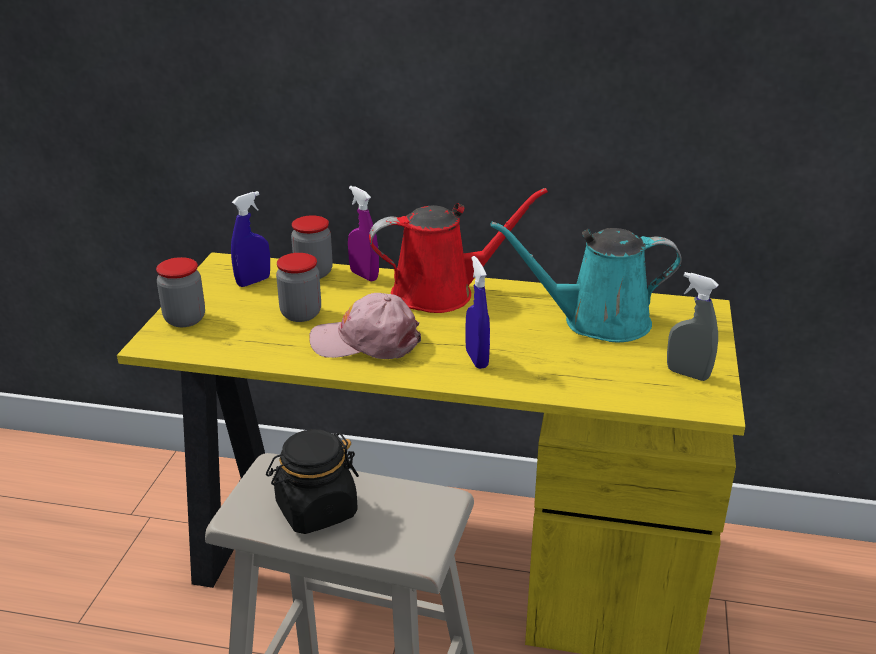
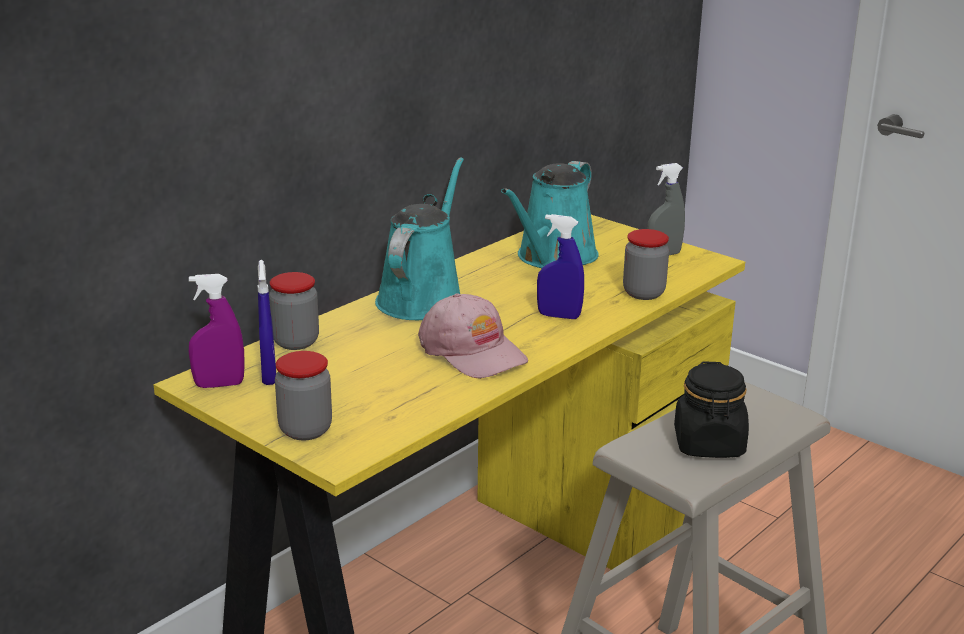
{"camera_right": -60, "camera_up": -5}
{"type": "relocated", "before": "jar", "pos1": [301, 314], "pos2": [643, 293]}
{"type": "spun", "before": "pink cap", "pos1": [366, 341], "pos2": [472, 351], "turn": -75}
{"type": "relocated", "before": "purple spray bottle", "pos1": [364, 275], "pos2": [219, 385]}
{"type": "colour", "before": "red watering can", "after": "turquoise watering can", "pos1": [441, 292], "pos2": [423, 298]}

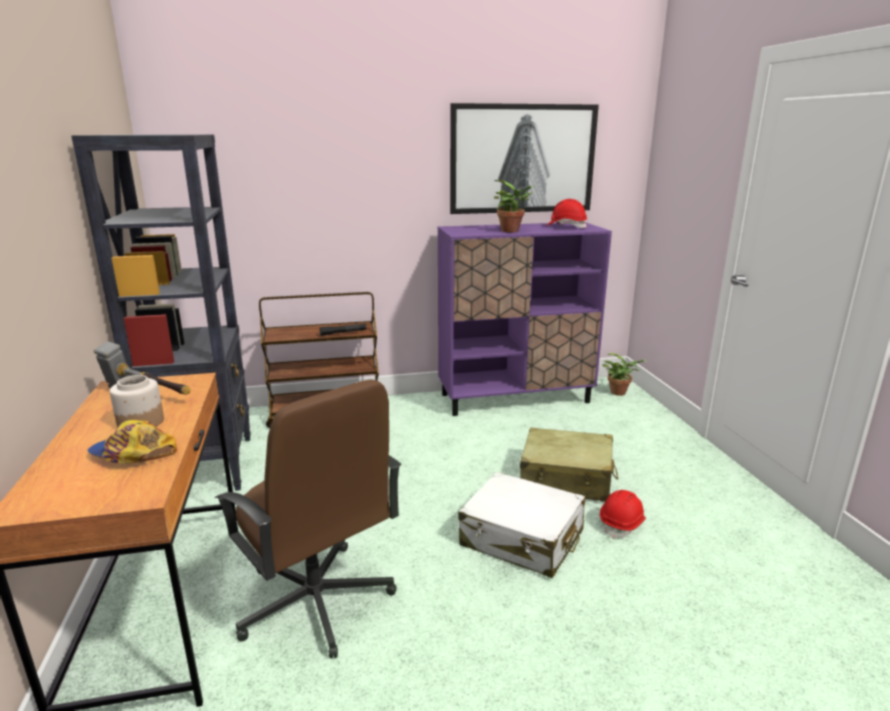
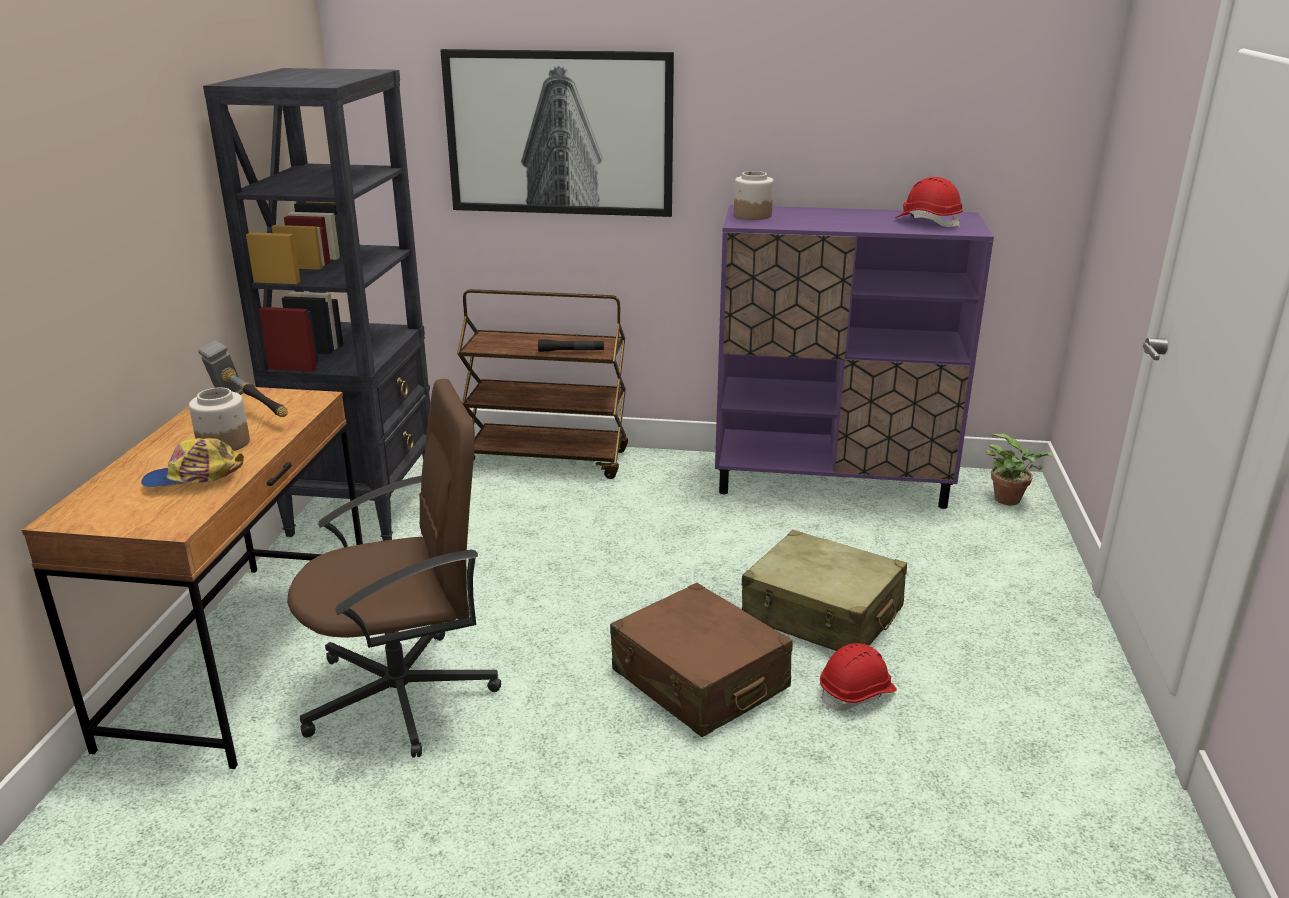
{"camera_right": 20, "camera_up": 5}
{"type": "spun", "before": "cap", "pos1": [132, 453], "pos2": [193, 478], "turn": -60}
{"type": "spun", "before": "brown office chair", "pos1": [316, 601], "pos2": [403, 694], "turn": -90}
{"type": "relocated", "before": "picture", "pos1": [523, 159], "pos2": [559, 133]}
{"type": "colour", "before": "white suitcase", "after": "brown suitcase", "pos1": [521, 538], "pos2": [699, 680]}
{"type": "missing", "before": "potted plant", "pos1": [512, 231]}
{"type": "appeared", "after": "jar", "pos2": [752, 215]}

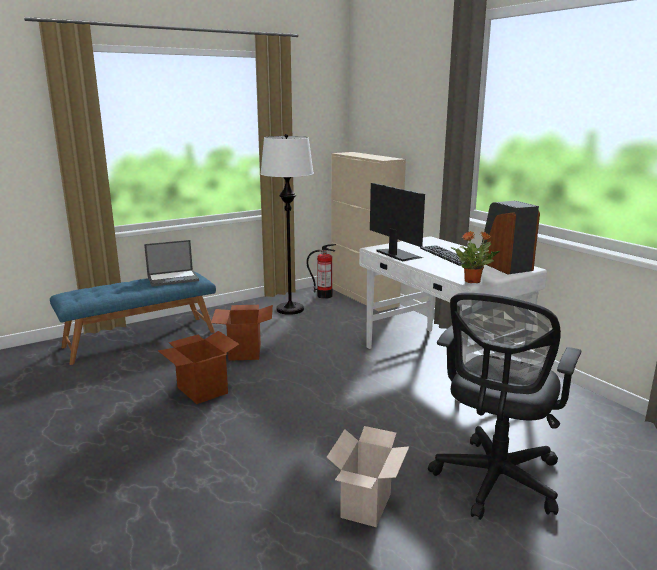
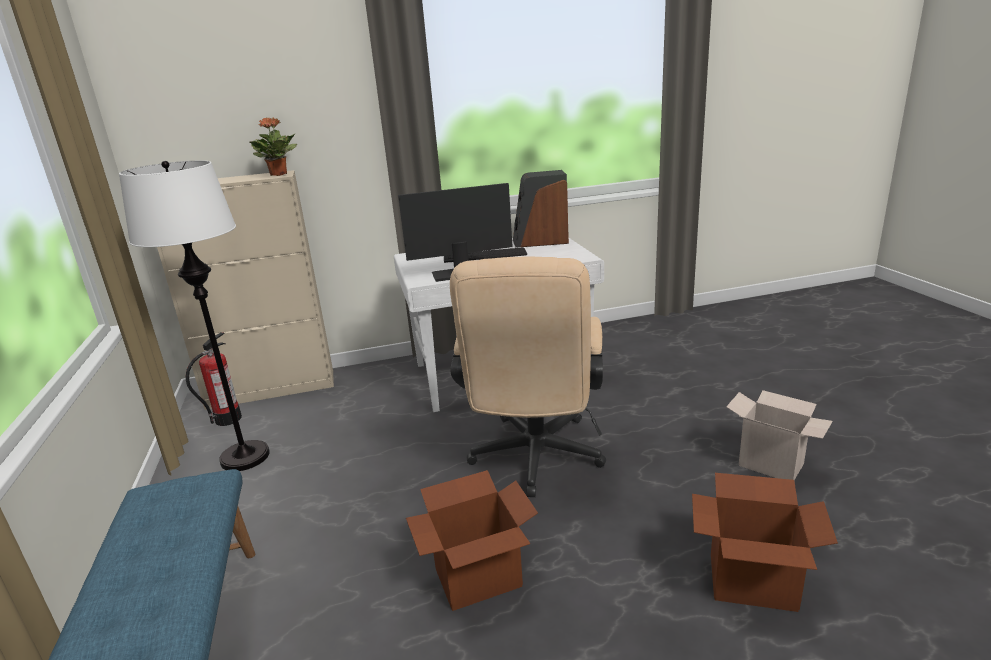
{"camera_right": -70, "camera_up": 5}
{"type": "missing", "before": "laptop", "pos1": [173, 278]}
{"type": "relocated", "before": "cardboard box", "pos1": [245, 351], "pos2": [751, 582]}
{"type": "missing", "before": "black office chair", "pos1": [494, 482]}
{"type": "relocated", "before": "potted plant", "pos1": [473, 281], "pos2": [279, 174]}
{"type": "appeared", "after": "beige office chair", "pos2": [535, 460]}

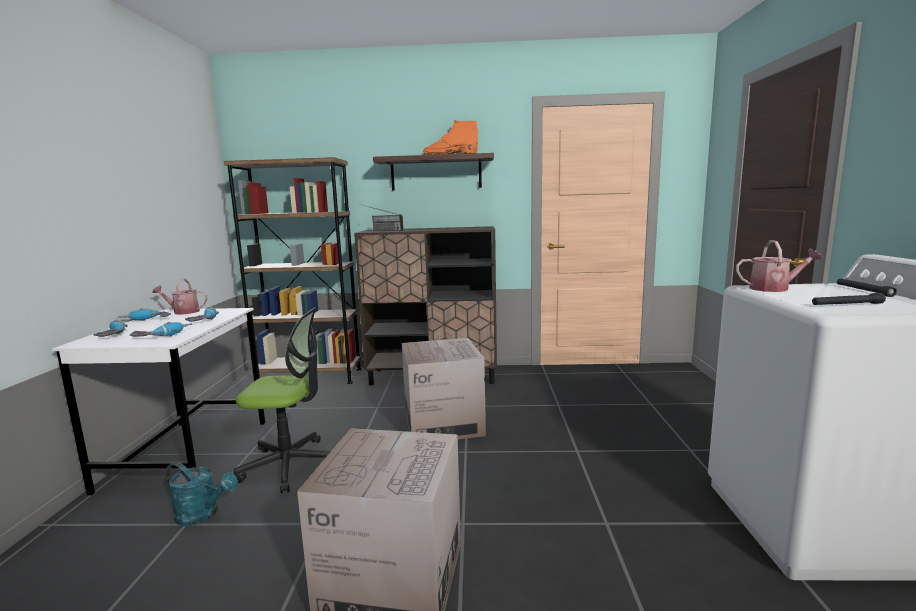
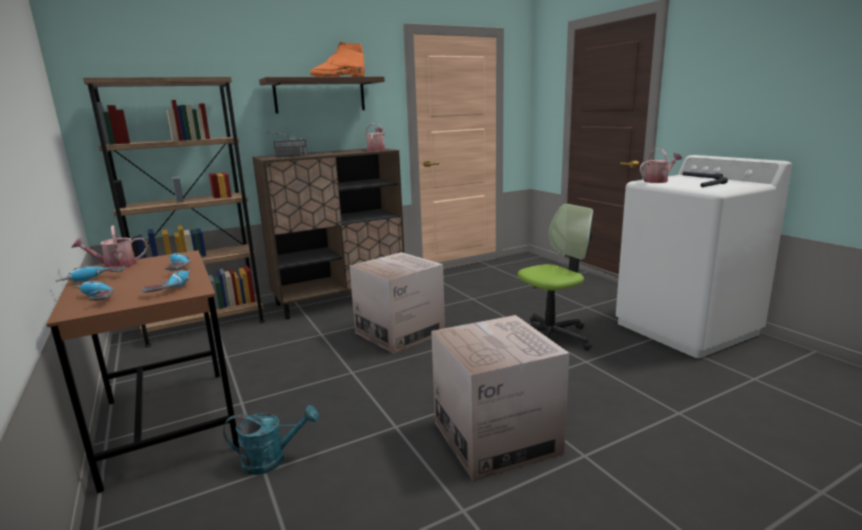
{"camera_right": -30, "camera_up": 5}
{"type": "colour", "before": "white desk", "after": "brown desk", "pos1": [188, 454], "pos2": [168, 424]}
{"type": "relocated", "before": "office chair", "pos1": [290, 465], "pos2": [551, 337]}
{"type": "appeared", "after": "watering can", "pos2": [376, 150]}

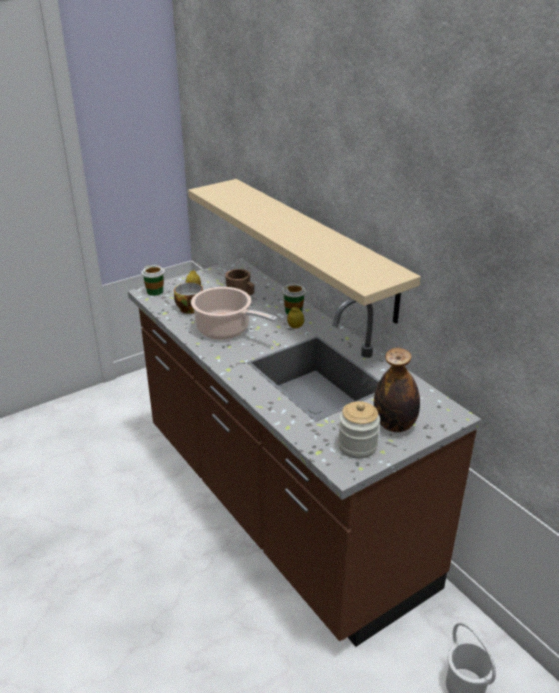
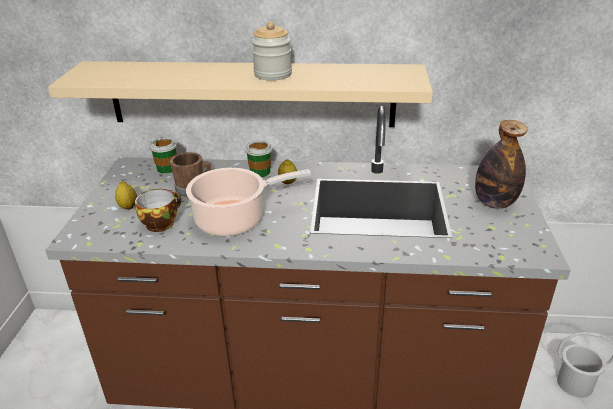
{"camera_right": -50, "camera_up": 0}
{"type": "relocated", "before": "cup", "pos1": [155, 291], "pos2": [167, 168]}
{"type": "relocated", "before": "jar", "pos1": [357, 446], "pos2": [273, 74]}

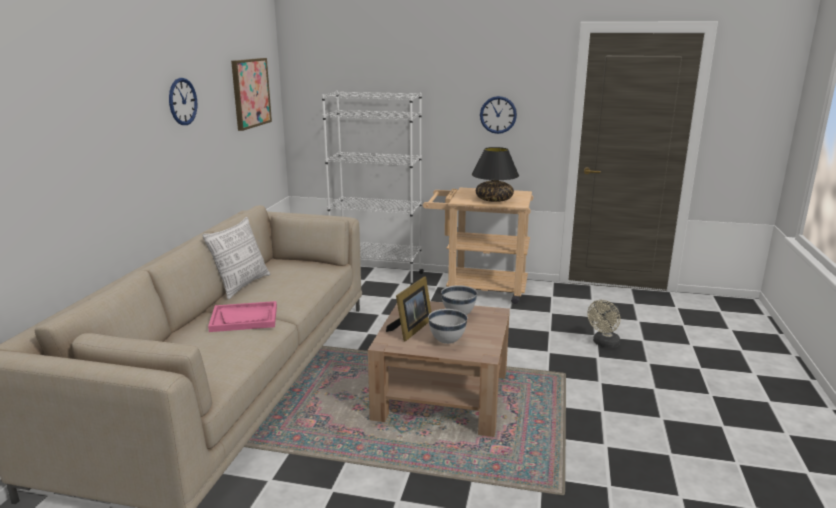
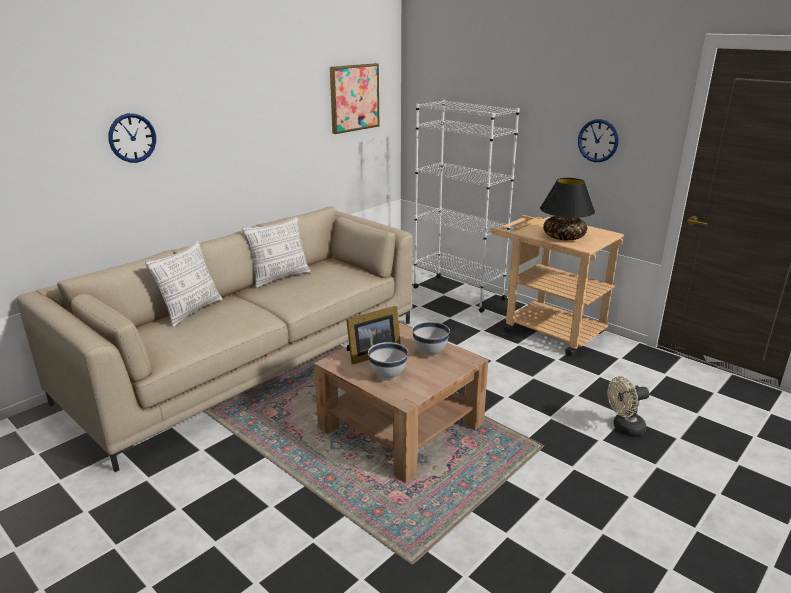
{"camera_right": 30, "camera_up": 5}
{"type": "relocated", "before": "wall clock", "pos1": [182, 101], "pos2": [132, 138]}
{"type": "missing", "before": "pink tray", "pos1": [244, 318]}
{"type": "appeared", "after": "pillow", "pos2": [191, 311]}

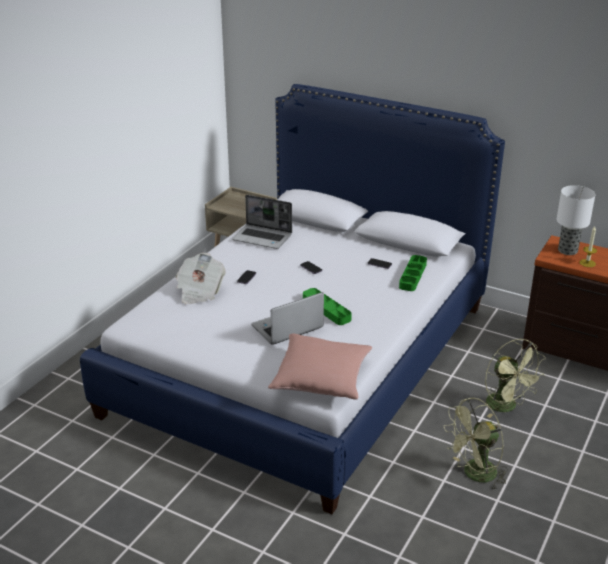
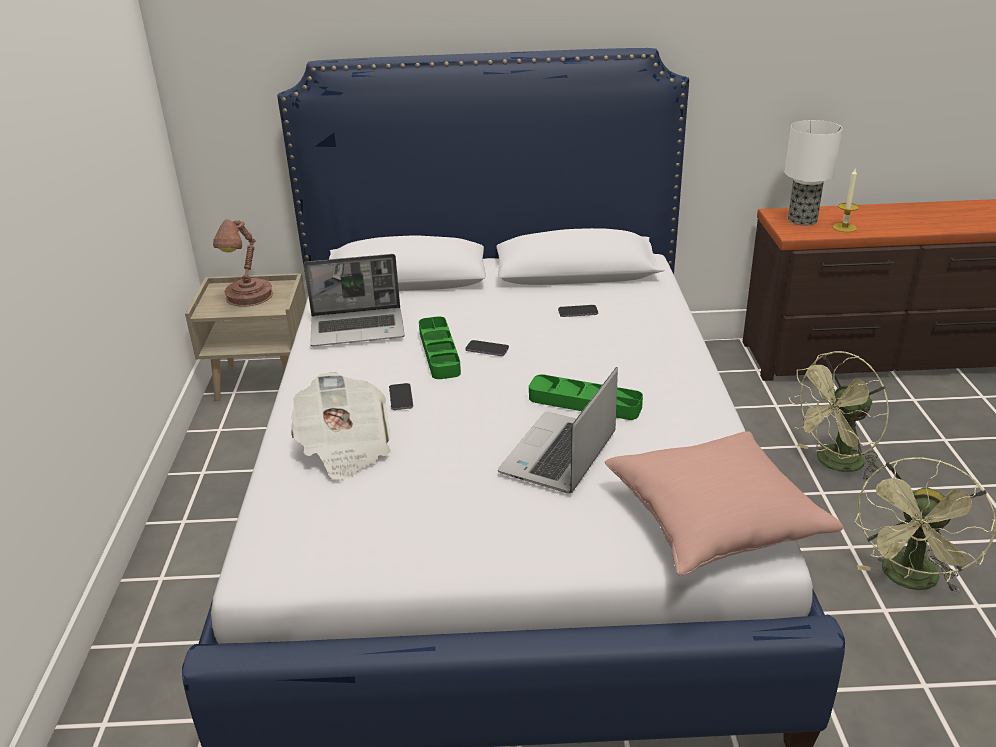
{"camera_right": -30, "camera_up": 0}
{"type": "relocated", "before": "green tray", "pos1": [413, 276], "pos2": [439, 352]}
{"type": "spun", "before": "green fan", "pos1": [506, 407], "pos2": [834, 464], "turn": 120}
{"type": "appeared", "after": "brown table lamp", "pos2": [248, 298]}

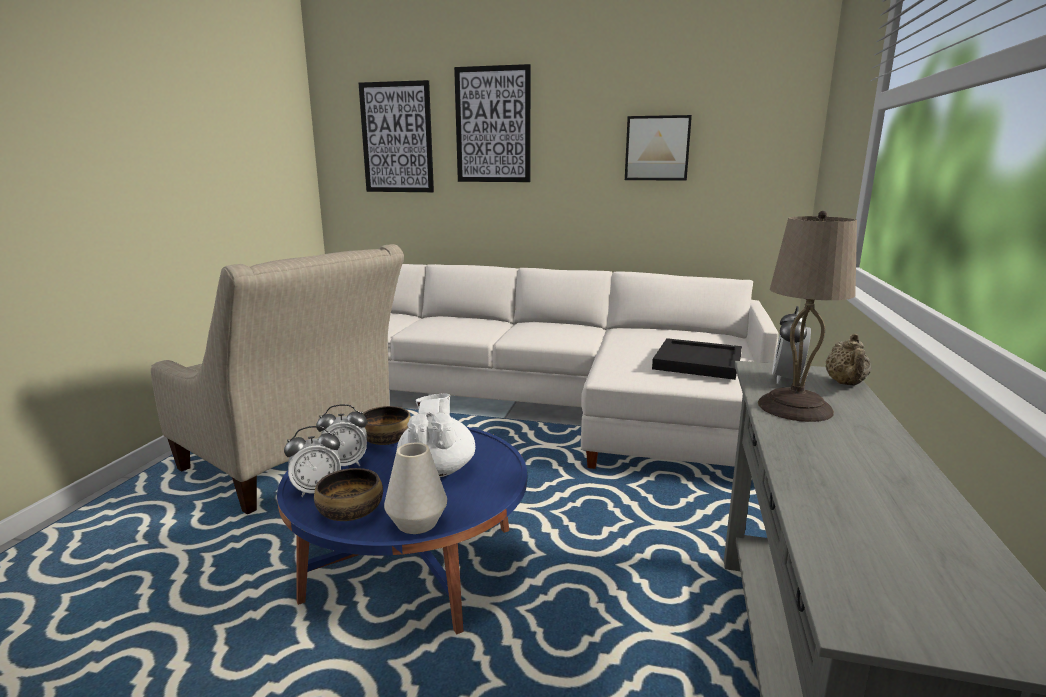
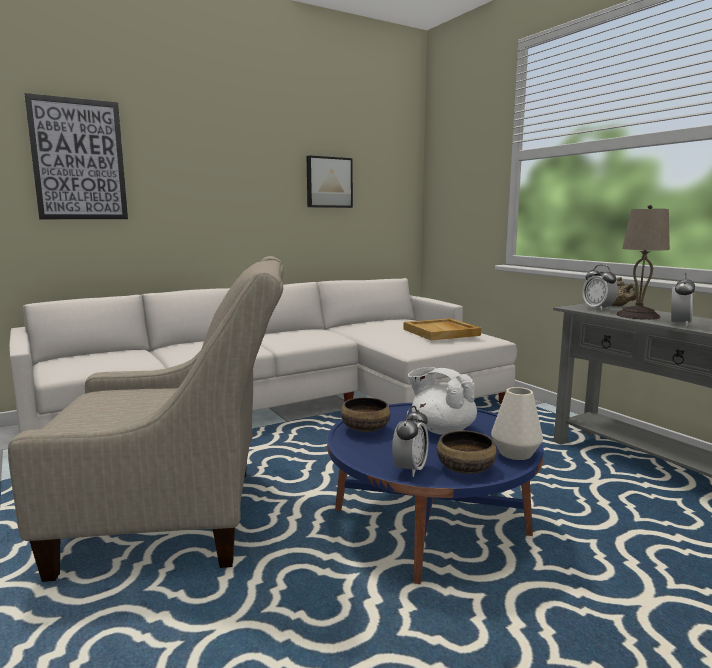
{"camera_right": -45, "camera_up": -5}
{"type": "relocated", "before": "alarm clock", "pos1": [345, 464], "pos2": [679, 324]}
{"type": "missing", "before": "picture", "pos1": [493, 125]}
{"type": "colour", "before": "black tray", "after": "beige tray", "pos1": [698, 362], "pos2": [441, 332]}

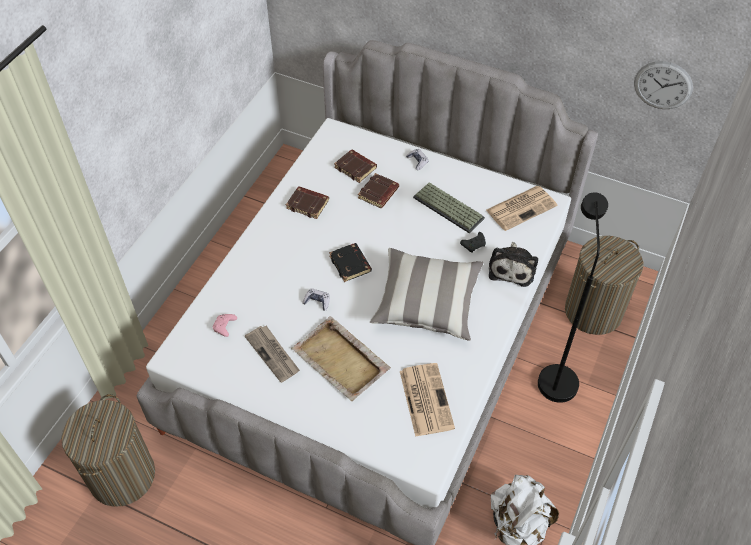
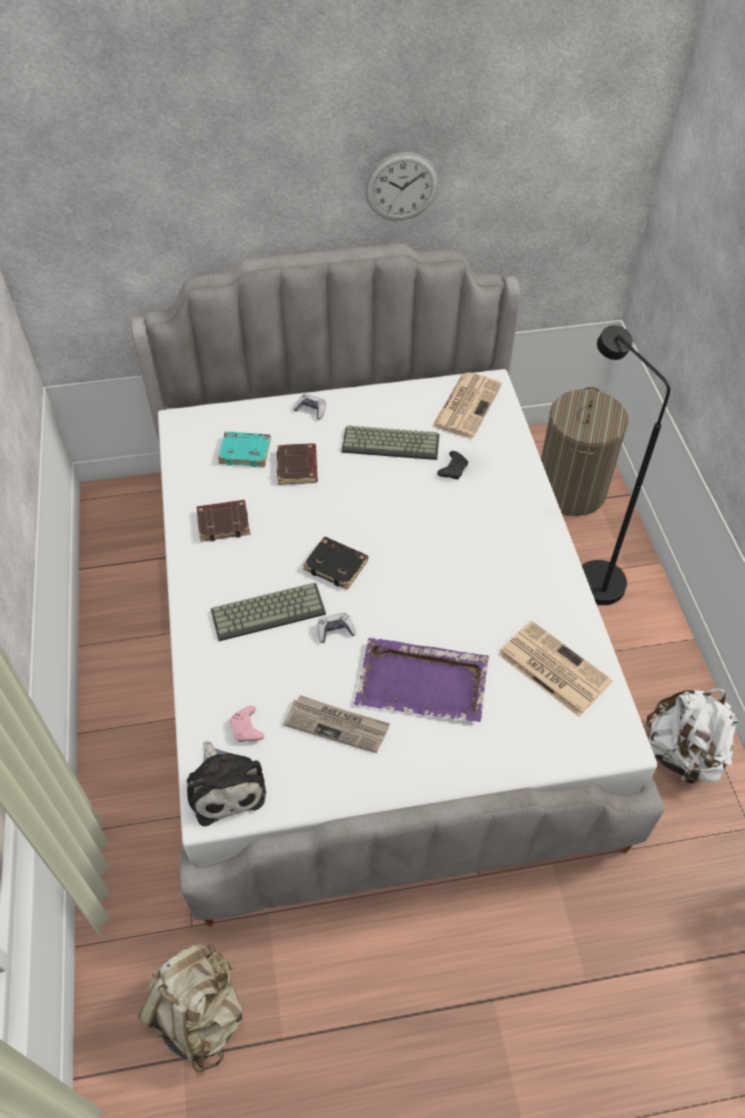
{"camera_right": -35, "camera_up": 0}
{"type": "exchanged", "before": "laundry basket", "after": "beige backpack", "pos1": [122, 475], "pos2": [200, 1013]}
{"type": "colour", "before": "beige tray", "after": "purple tray", "pos1": [341, 361], "pos2": [423, 683]}
{"type": "colour", "before": "brown book", "after": "turquoise book", "pos1": [356, 168], "pos2": [246, 451]}
{"type": "missing", "before": "pillow", "pos1": [427, 302]}
{"type": "relocated", "before": "plush toy", "pos1": [512, 268], "pos2": [225, 786]}
{"type": "relocated", "before": "wall clock", "pos1": [663, 85], "pos2": [401, 187]}
{"type": "appeared", "after": "keyboard", "pos2": [269, 610]}

